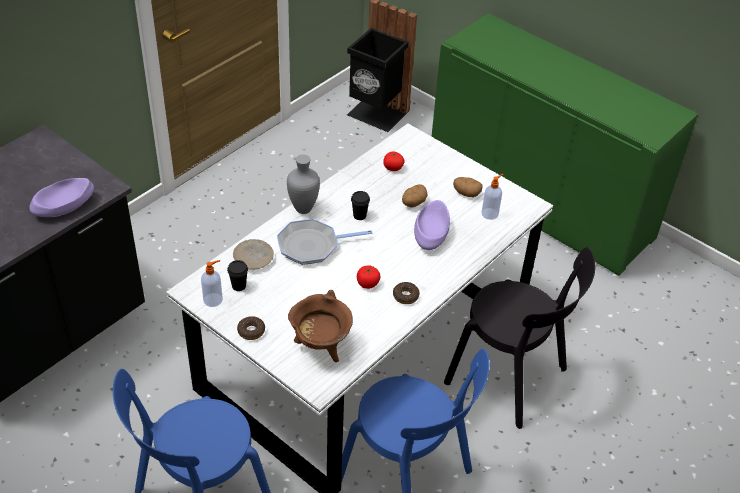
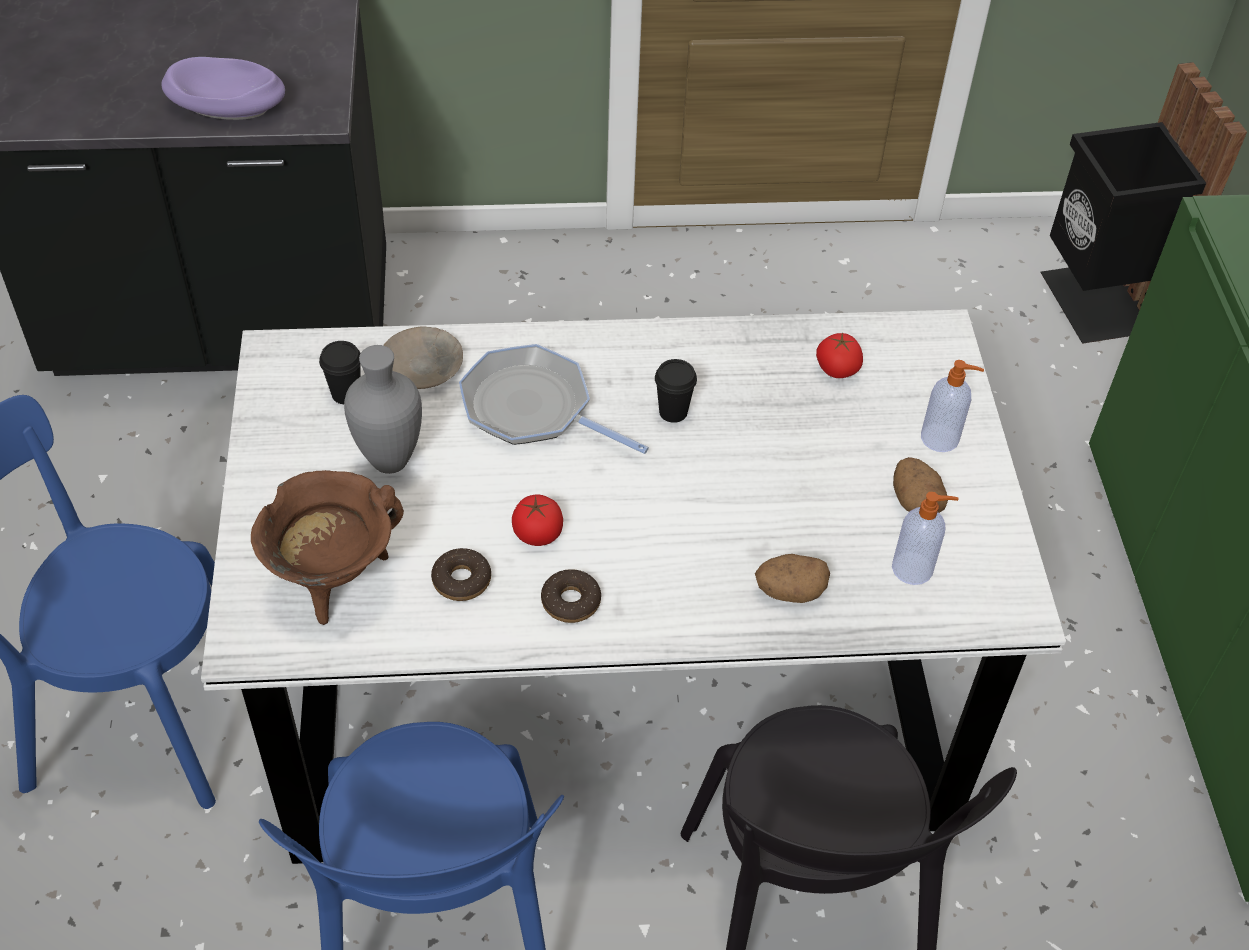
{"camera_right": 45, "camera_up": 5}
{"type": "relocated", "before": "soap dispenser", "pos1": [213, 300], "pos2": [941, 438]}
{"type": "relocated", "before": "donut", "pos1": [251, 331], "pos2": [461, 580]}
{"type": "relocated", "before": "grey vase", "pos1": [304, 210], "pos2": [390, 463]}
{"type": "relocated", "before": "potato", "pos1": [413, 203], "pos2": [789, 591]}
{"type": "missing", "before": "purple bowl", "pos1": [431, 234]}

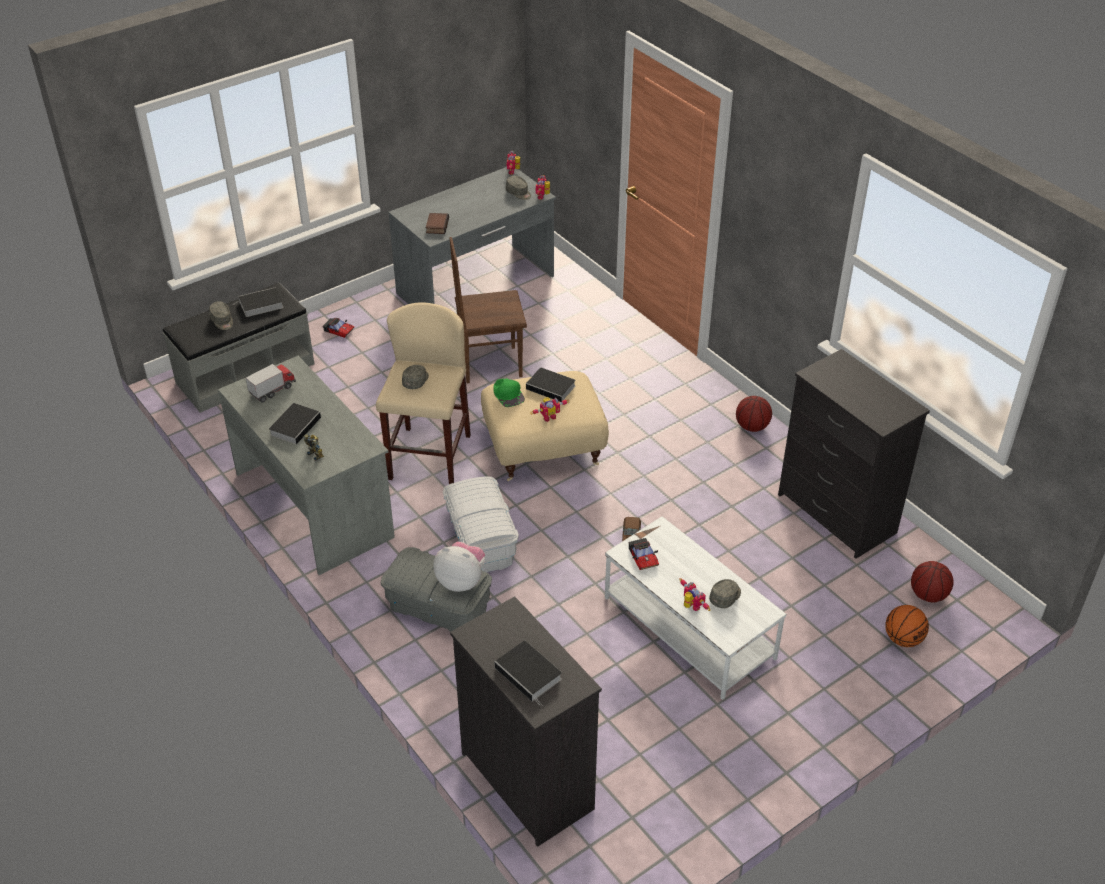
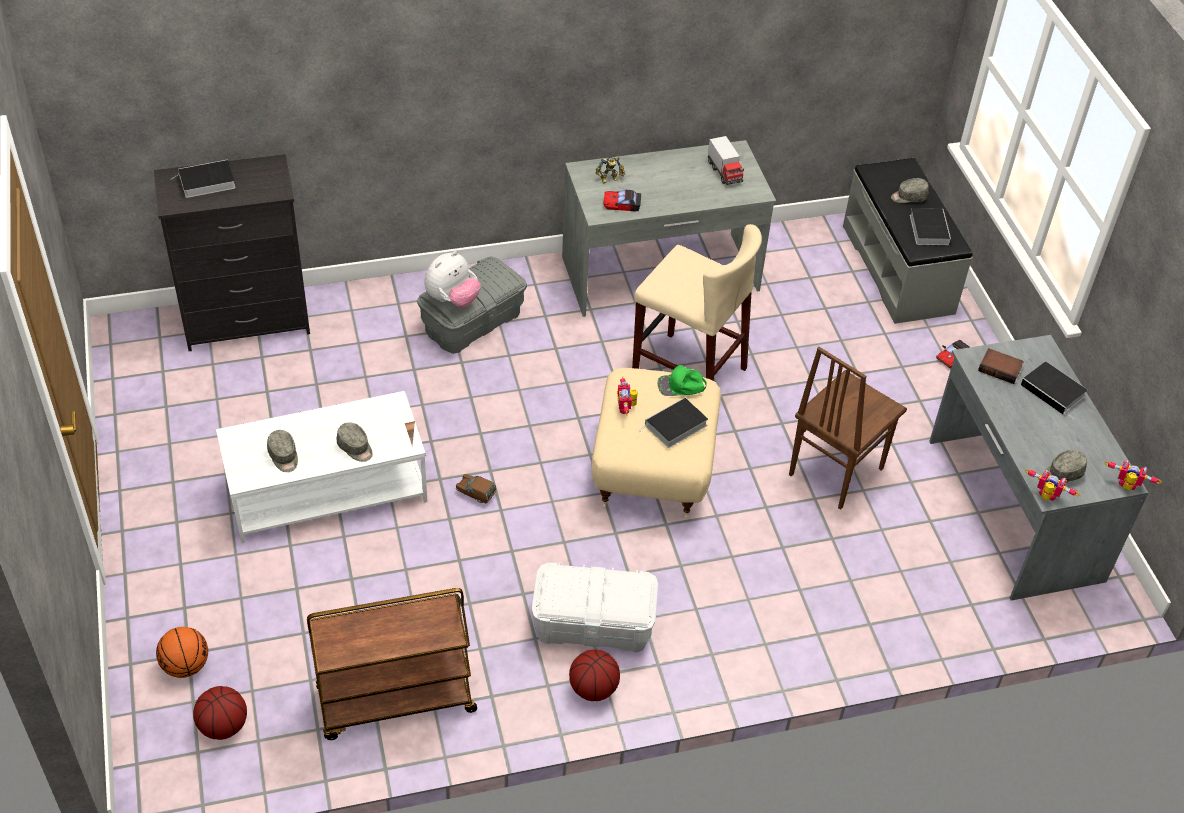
{"camera_right": 110, "camera_up": 5}
{"type": "relocated", "before": "book", "pos1": [296, 425], "pos2": [1054, 391]}
{"type": "relocated", "before": "grey cap", "pos1": [416, 381], "pos2": [355, 448]}
{"type": "relocated", "before": "white storage box", "pos1": [480, 540], "pos2": [593, 624]}
{"type": "spun", "before": "brown chair", "pos1": [490, 364], "pos2": [834, 471], "turn": -150}
{"type": "relocated", "before": "toy car", "pos1": [643, 557], "pos2": [622, 204]}
{"type": "missing", "before": "toy robot", "pos1": [691, 607]}
{"type": "exchanged", "before": "black dresser", "after": "brown cart", "pos1": [836, 515], "pos2": [395, 701]}

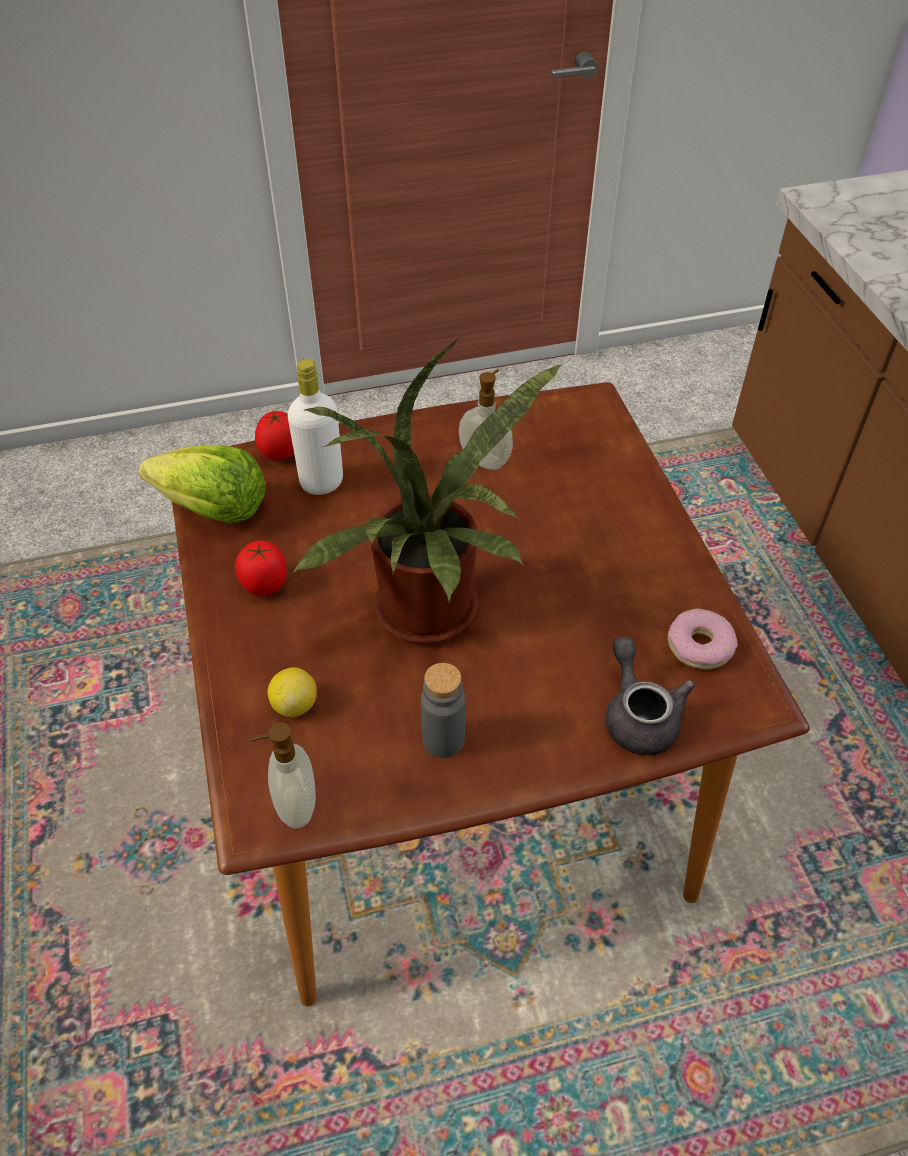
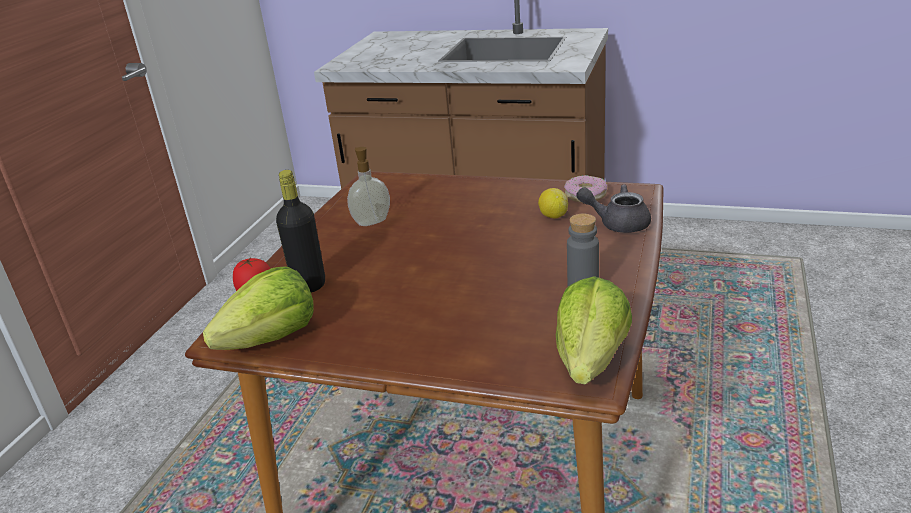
{"camera_right": -55, "camera_up": -20}
{"type": "missing", "before": "tomato", "pos1": [265, 584]}
{"type": "exchanged", "before": "soap dispenser", "after": "lettuce", "pos1": [295, 806], "pos2": [591, 360]}
{"type": "relocated", "before": "lemon", "pos1": [295, 704], "pos2": [553, 216]}
{"type": "colour", "before": "white bottle", "after": "black bottle", "pos1": [321, 482], "pos2": [309, 285]}
{"type": "missing", "before": "potted plant", "pos1": [432, 616]}

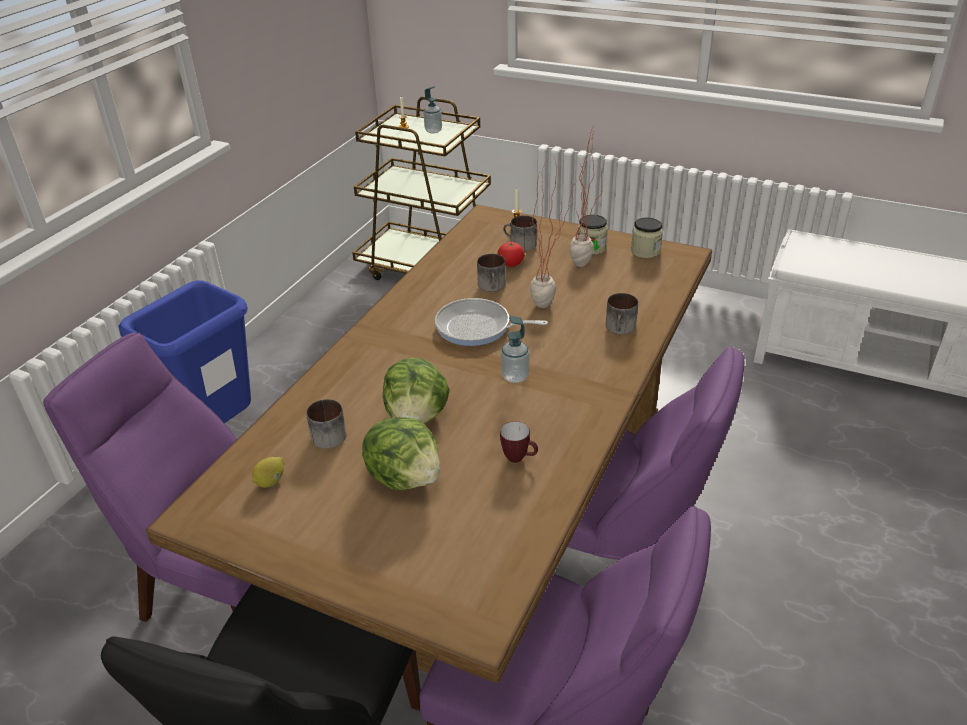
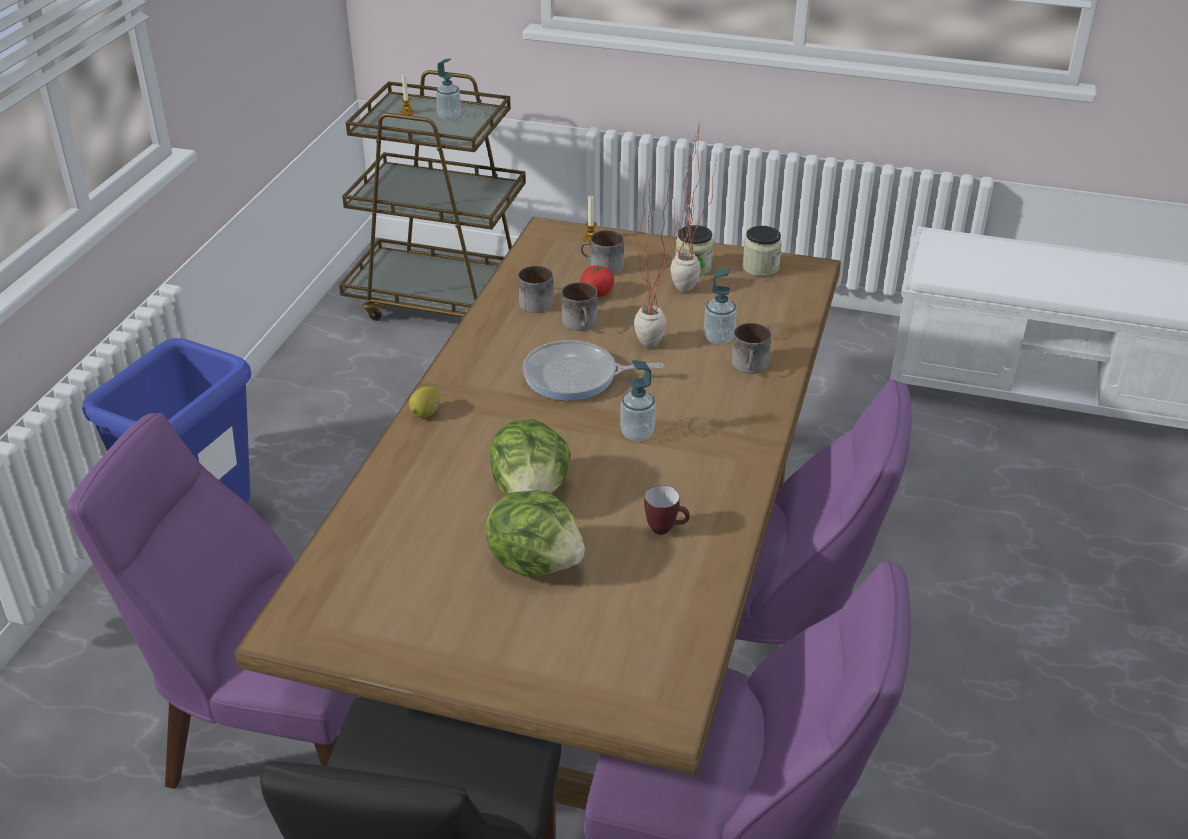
{"camera_right": -10, "camera_up": 0}
{"type": "relocated", "before": "lemon", "pos1": [271, 481], "pos2": [426, 413]}
{"type": "relocated", "before": "mug", "pos1": [326, 434], "pos2": [532, 302]}
{"type": "appeared", "after": "soap dispenser", "pos2": [718, 338]}

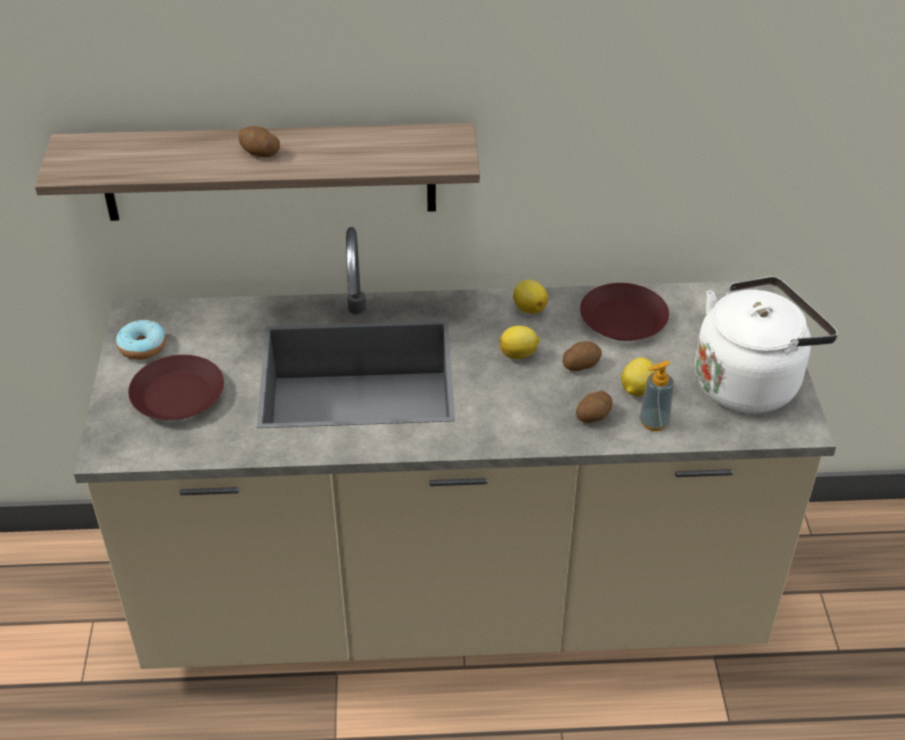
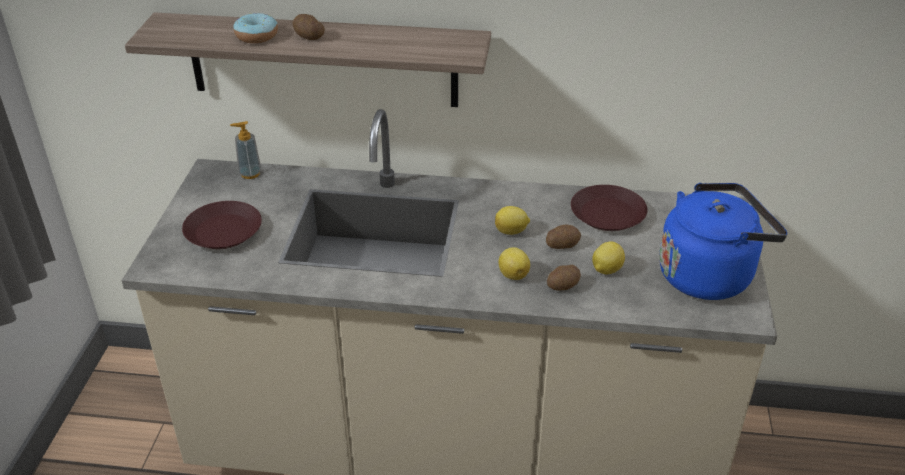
{"camera_right": 10, "camera_up": -5}
{"type": "relocated", "before": "donut", "pos1": [143, 347], "pos2": [257, 36]}
{"type": "relocated", "before": "lemon", "pos1": [529, 308], "pos2": [513, 274]}
{"type": "relocated", "before": "soap dispenser", "pos1": [653, 422], "pos2": [250, 174]}
{"type": "colour", "before": "white kettle", "after": "blue kettle", "pos1": [750, 381], "pos2": [709, 274]}

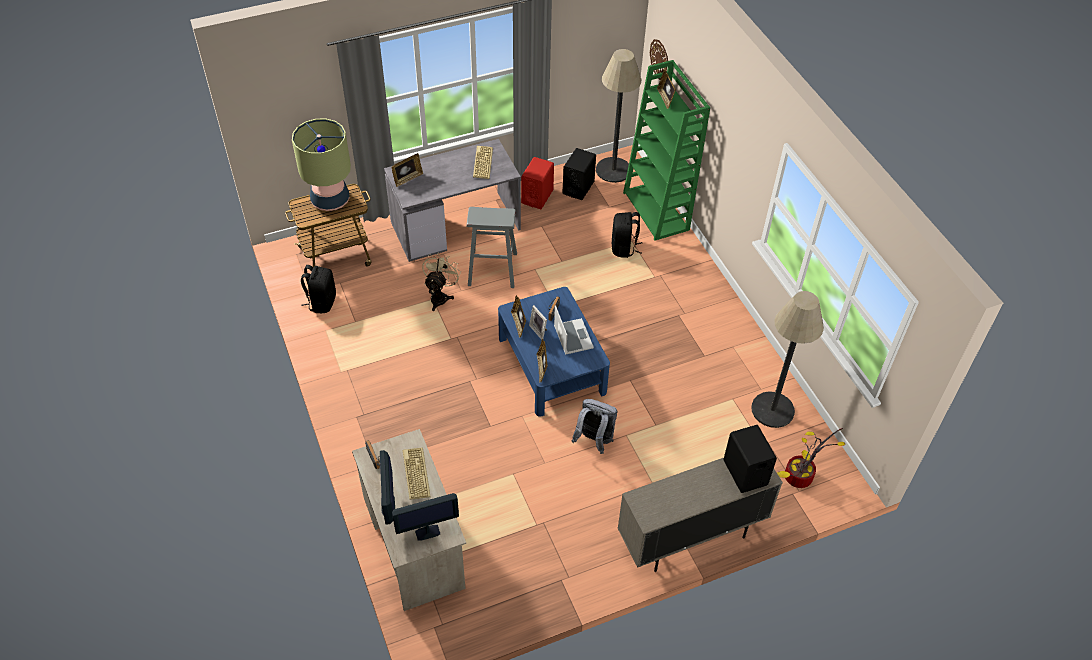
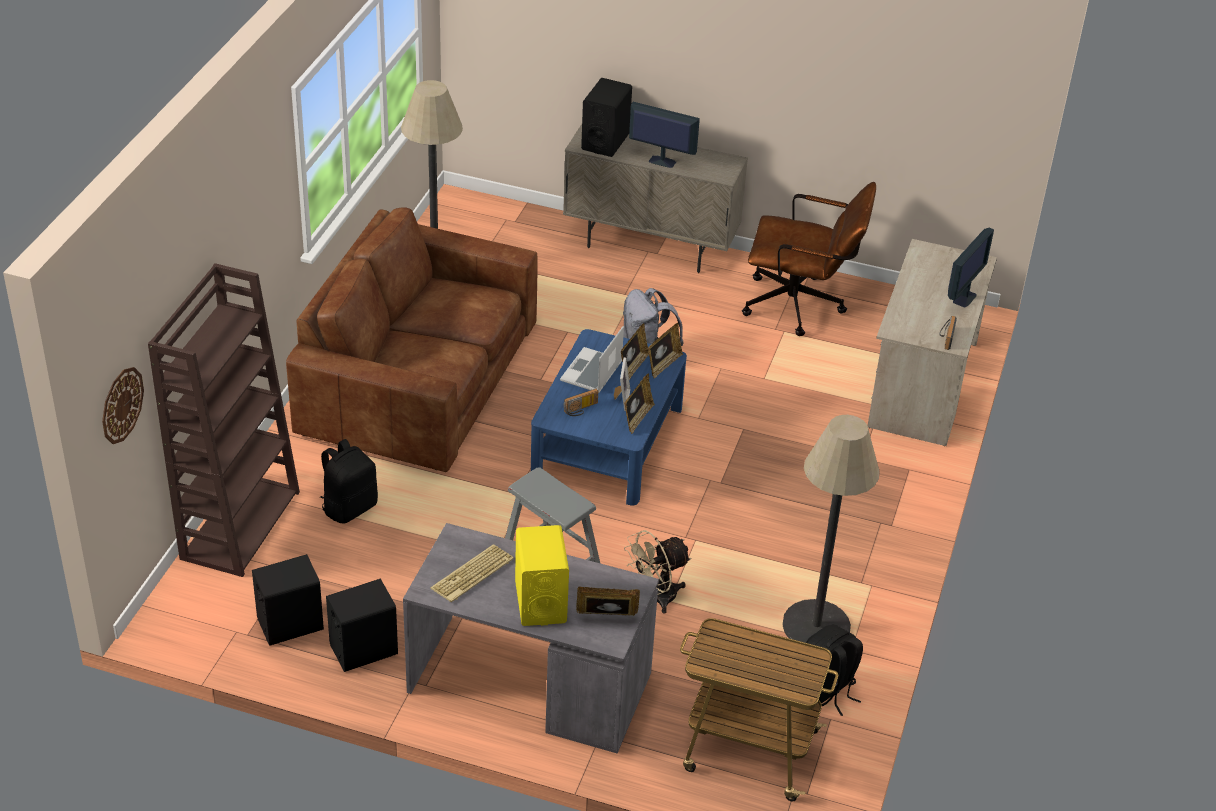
{"camera_right": -140, "camera_up": -10}
{"type": "missing", "before": "table lamp", "pos1": [330, 200]}
{"type": "relocated", "before": "monitor", "pos1": [428, 532], "pos2": [661, 161]}
{"type": "missing", "before": "keyboard", "pos1": [415, 473]}
{"type": "colour", "before": "red speaker", "after": "black speaker", "pos1": [537, 196], "pos2": [363, 650]}
{"type": "relocated", "before": "floor lamp", "pos1": [613, 170], "pos2": [816, 626]}
{"type": "colour", "before": "green bookcase", "after": "brown bookcase", "pos1": [657, 211], "pos2": [240, 524]}
{"type": "relocated", "before": "picture frame", "pos1": [665, 99], "pos2": [633, 367]}
{"type": "missing", "before": "potted plant", "pos1": [798, 479]}
{"type": "appeared", "after": "brown sofa", "pos2": [418, 379]}
{"type": "appeared", "after": "yellow speaker", "pos2": [540, 602]}
{"type": "appeared", "after": "brown office chair", "pos2": [801, 306]}

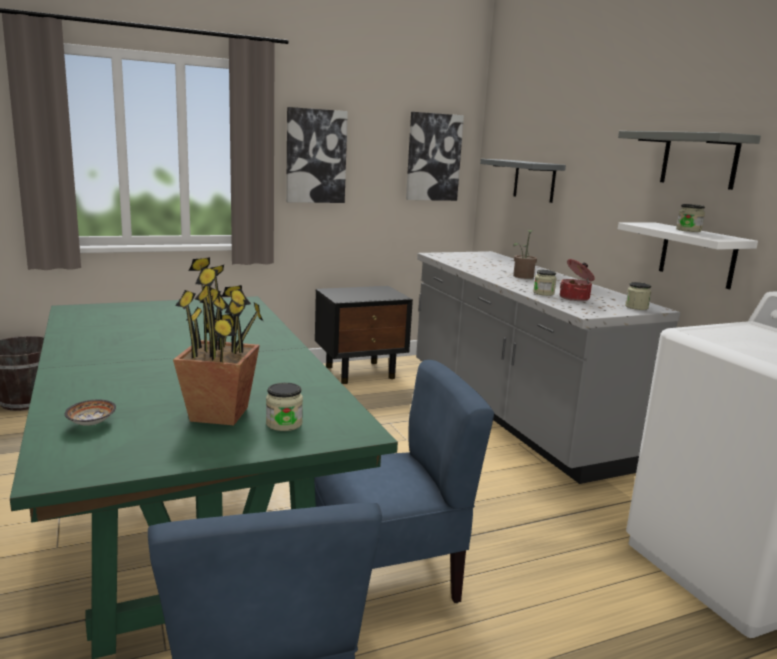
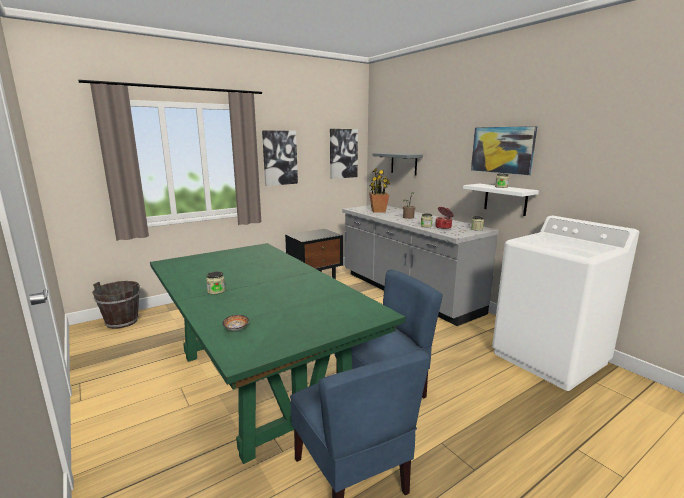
{"camera_right": -10, "camera_up": 0}
{"type": "relocated", "before": "potted plant", "pos1": [219, 414], "pos2": [378, 211]}
{"type": "relocated", "before": "jar", "pos1": [284, 424], "pos2": [216, 291]}
{"type": "exchanged", "before": "grey shelf", "after": "picture", "pos1": [699, 160], "pos2": [502, 150]}

